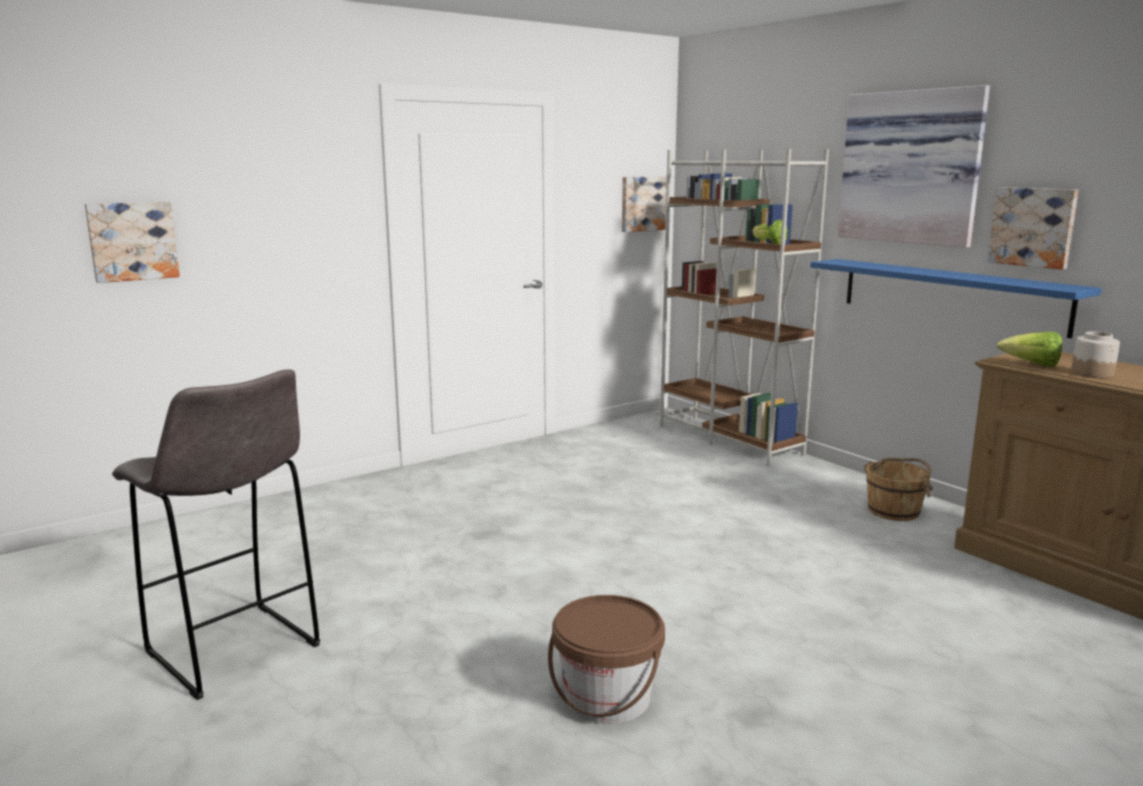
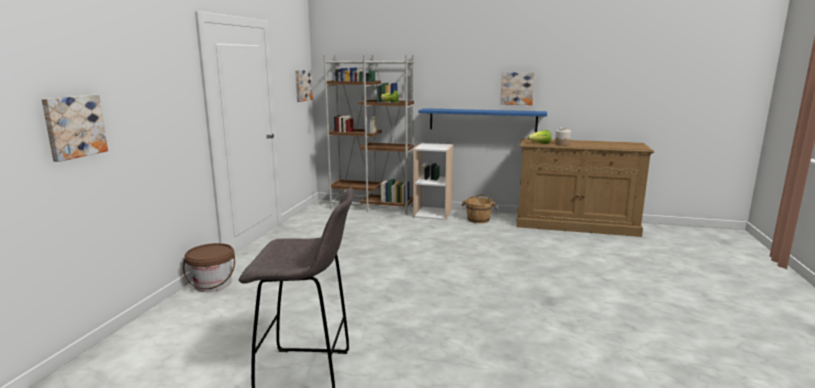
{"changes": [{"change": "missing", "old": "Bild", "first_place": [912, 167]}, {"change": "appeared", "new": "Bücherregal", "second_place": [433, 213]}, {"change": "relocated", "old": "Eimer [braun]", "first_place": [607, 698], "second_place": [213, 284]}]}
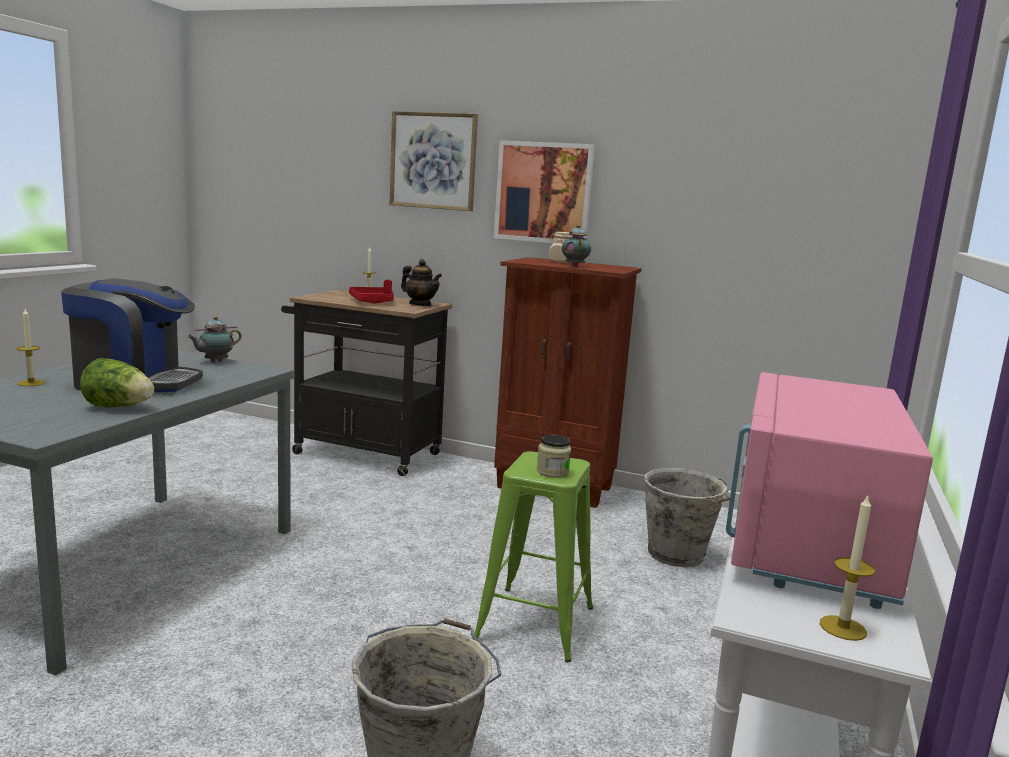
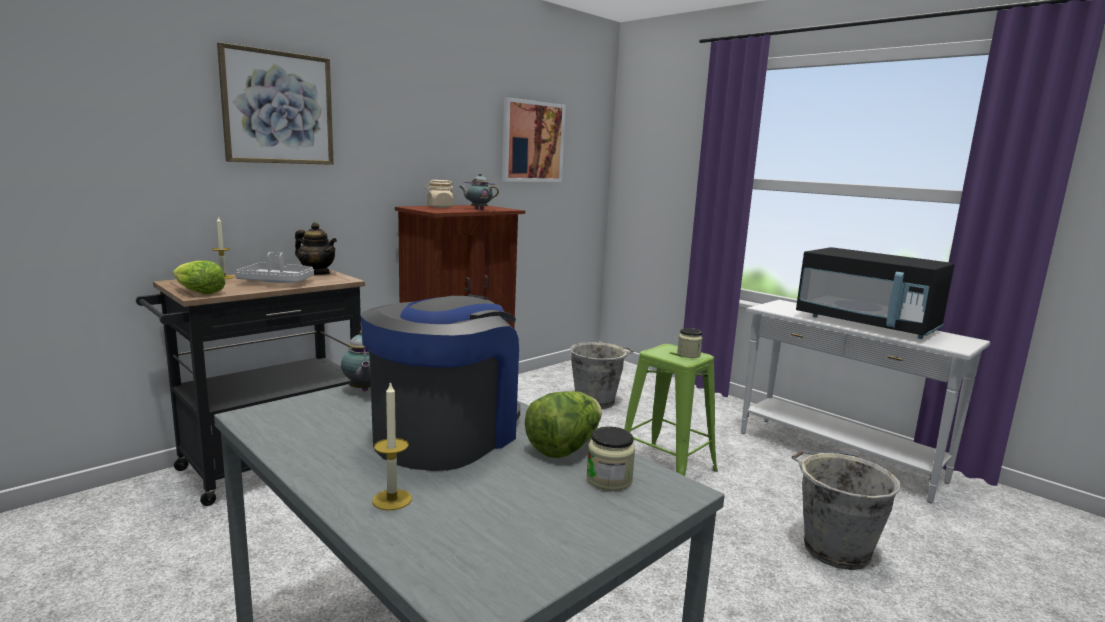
{"changes": [{"change": "missing", "old": "Kerze", "first_place": [843, 628]}, {"change": "appeared", "new": "Salatkopf", "second_place": [198, 292]}, {"change": "appeared", "new": "Vorratsglas", "second_place": [609, 480]}, {"change": "relocated", "old": "Bild", "first_place": [543, 193], "second_place": [532, 142]}, {"change": "colour", "old": "Tablett [rot]", "new": "Tablett [grau]", "first_place": [373, 302], "second_place": [277, 282]}, {"change": "colour", "old": "Mikrowelle [rosa]", "new": "Mikrowelle [schwarz]", "first_place": [807, 543], "second_place": [866, 324]}, {"change": "spun", "old": "Teekanne", "first_place": [420, 305], "second_place": [317, 273], "degrees": 60}]}
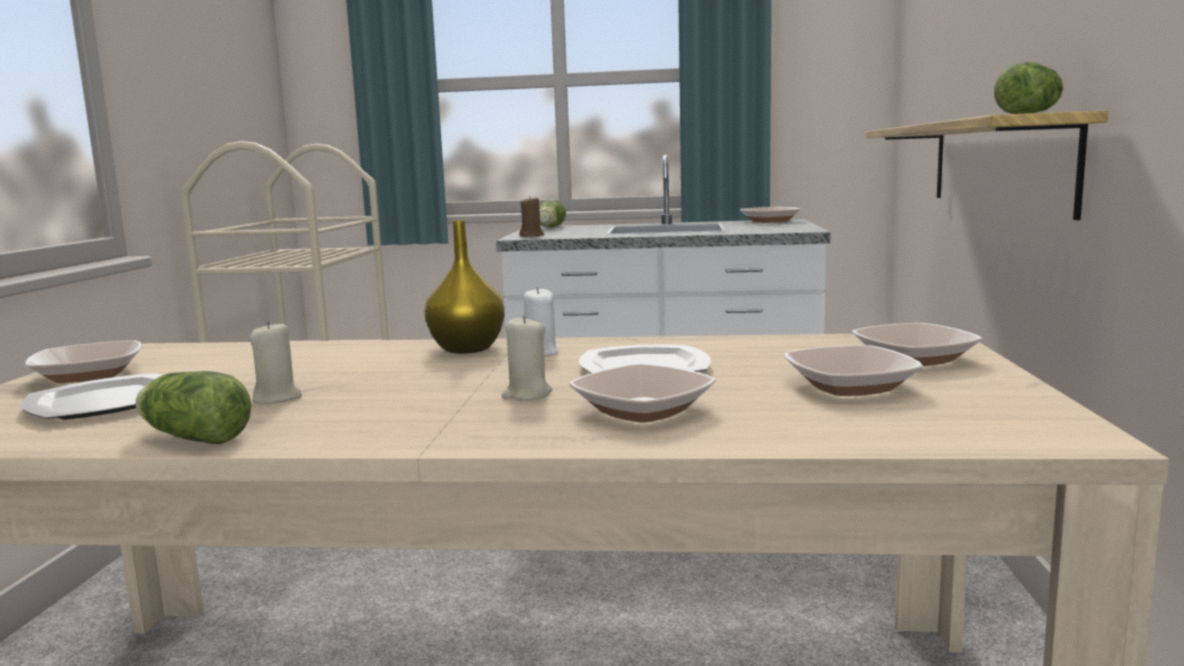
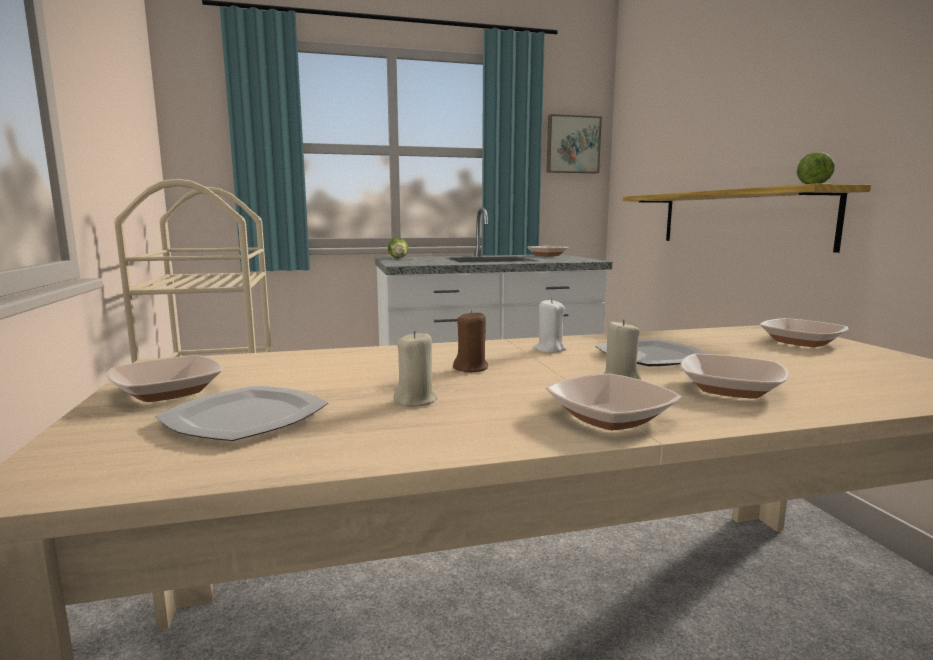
{"changes": [{"change": "missing", "old": "Salatkopf", "first_place": [192, 437]}, {"change": "missing", "old": "Vase [gelb]", "first_place": [467, 349]}, {"change": "appeared", "new": "Bild", "second_place": [572, 145]}, {"change": "relocated", "old": "Kerze [braun]", "first_place": [532, 236], "second_place": [471, 368]}, {"change": "relocated", "old": "Schüssel", "first_place": [850, 386], "second_place": [610, 417]}]}
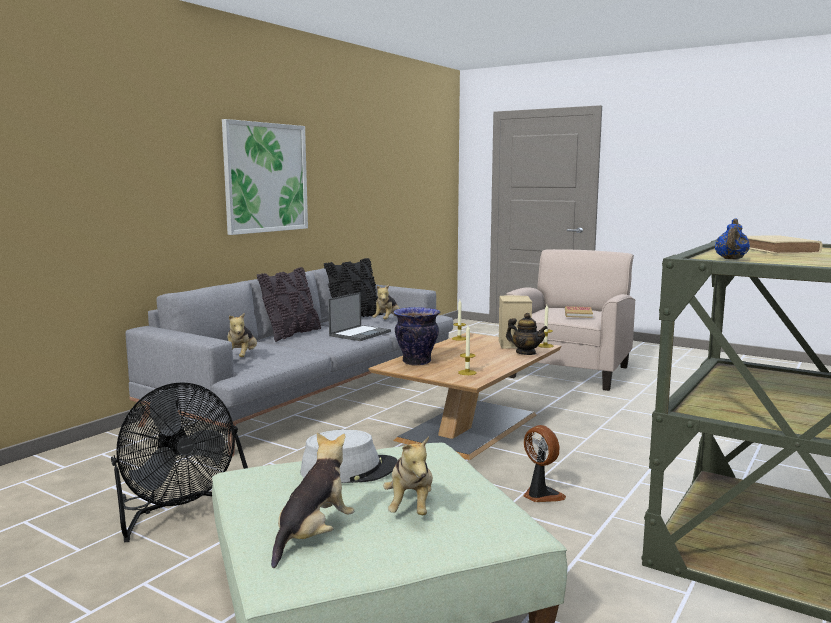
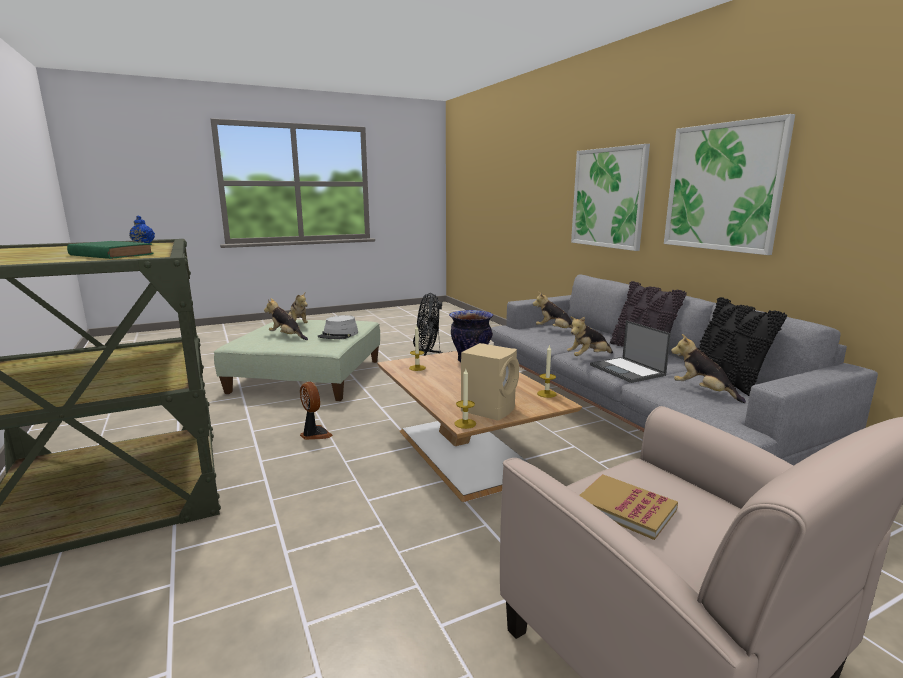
{"changes": [{"change": "missing", "old": "Teekanne", "first_place": [526, 353]}, {"change": "appeared", "new": "Plüschtier", "second_place": [588, 357]}, {"change": "appeared", "new": "Bild", "second_place": [608, 198]}, {"change": "colour", "old": "Buch [beige]", "new": "Buch [grün]", "first_place": [777, 250], "second_place": [110, 255]}, {"change": "spun", "old": "Ventilator", "first_place": [540, 495], "second_place": [314, 434], "degrees": -120}]}
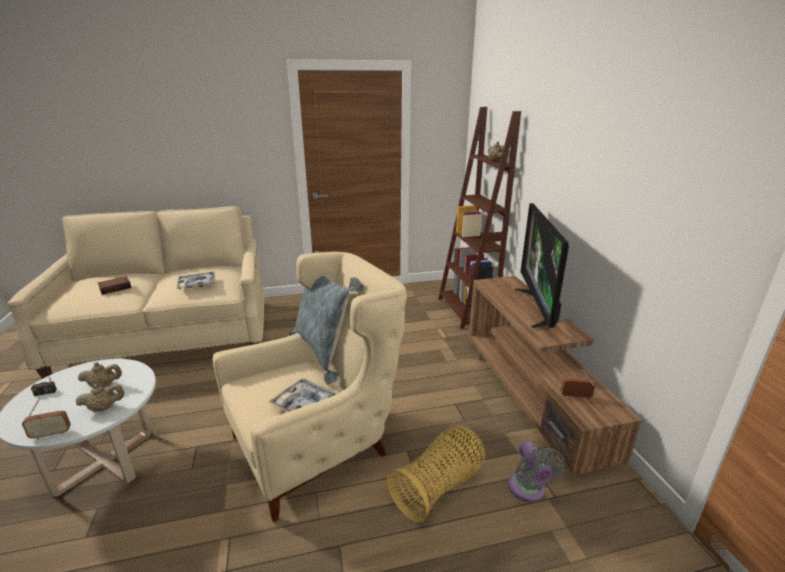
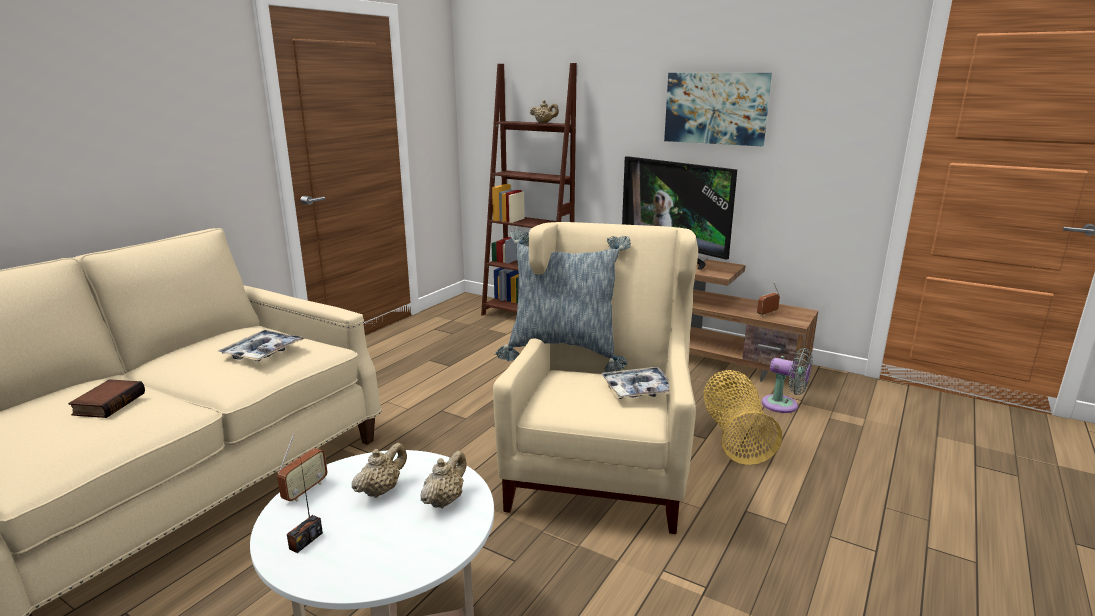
{"changes": [{"change": "appeared", "new": "Bild", "second_place": [716, 108]}, {"change": "relocated", "old": "Radio", "first_place": [51, 434], "second_place": [305, 490]}]}
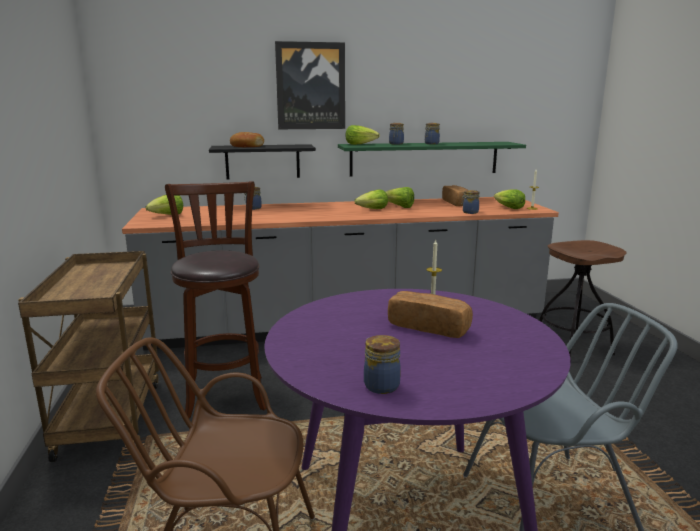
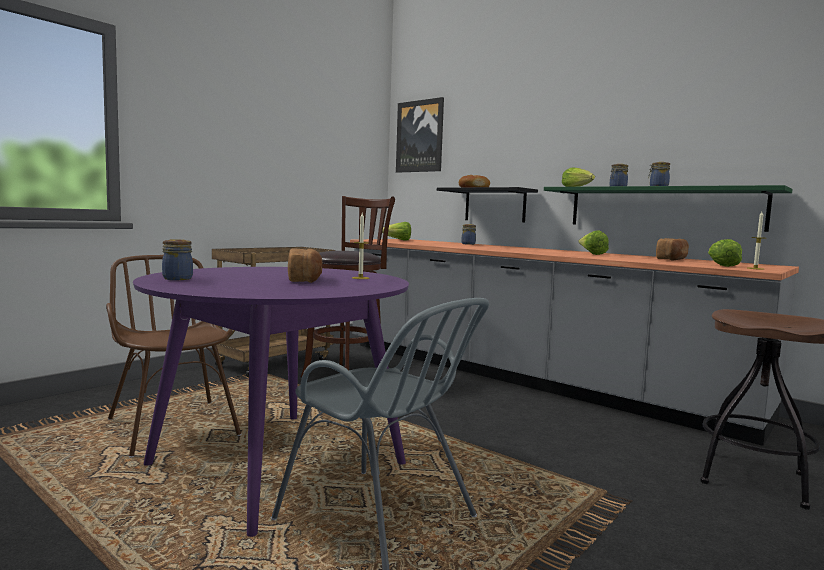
{"changes": [{"change": "missing", "old": "Salatkopf", "first_place": [373, 209]}, {"change": "missing", "old": "Vorratsglas", "first_place": [469, 212]}, {"change": "relocated", "old": "Bild", "first_place": [310, 86], "second_place": [420, 136]}]}
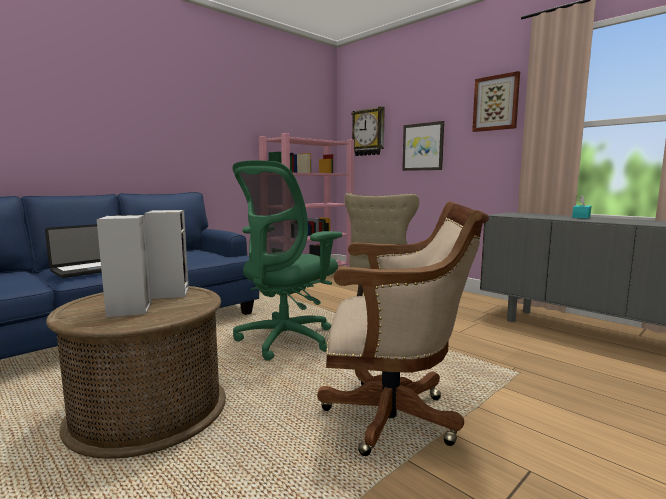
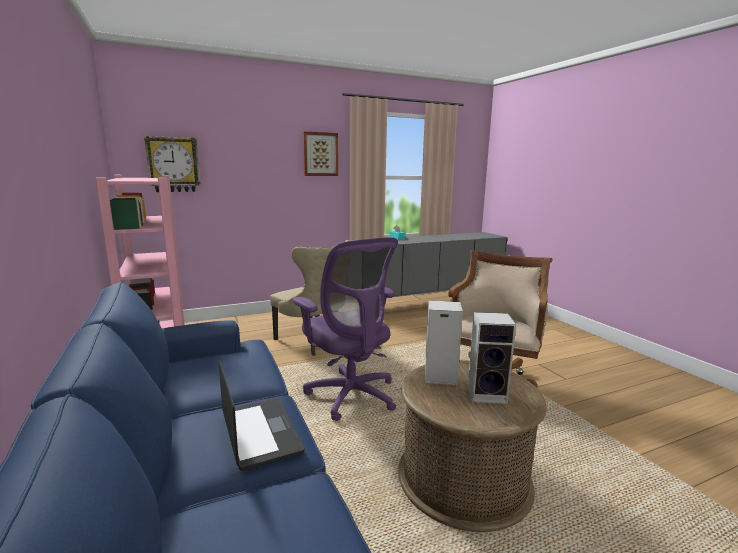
{"changes": [{"change": "missing", "old": "Bild", "first_place": [423, 147]}, {"change": "colour", "old": "Bürostuhl [grün]", "new": "Bürostuhl [lila]", "first_place": [289, 337], "second_place": [348, 393]}]}
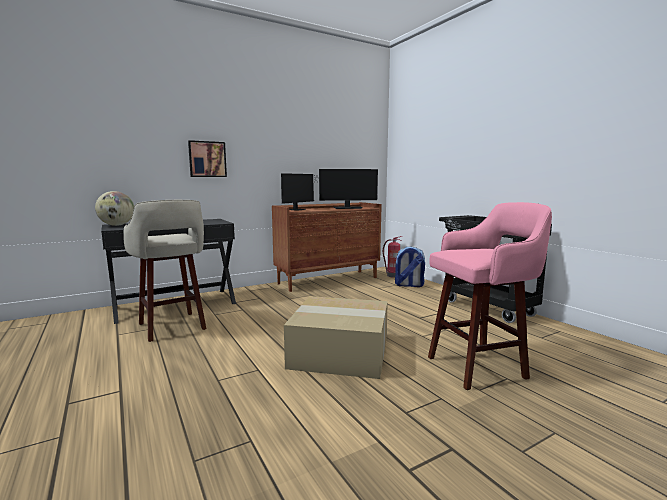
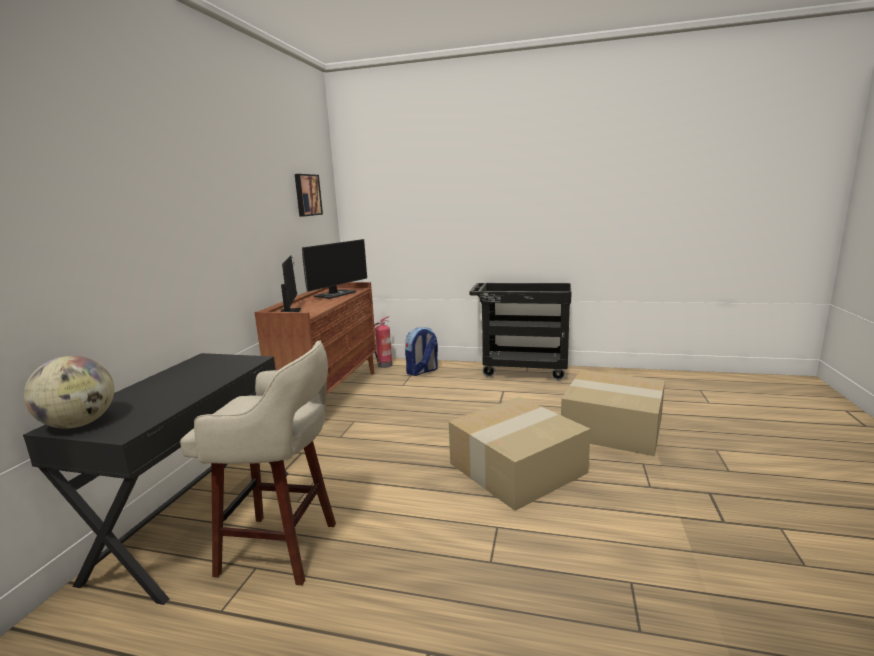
{"changes": [{"change": "relocated", "old": "Bild", "first_place": [207, 159], "second_place": [307, 195]}, {"change": "exchanged", "old": "Hocker [rosa]", "new": "Karton", "first_place": [480, 367], "second_place": [614, 427]}]}
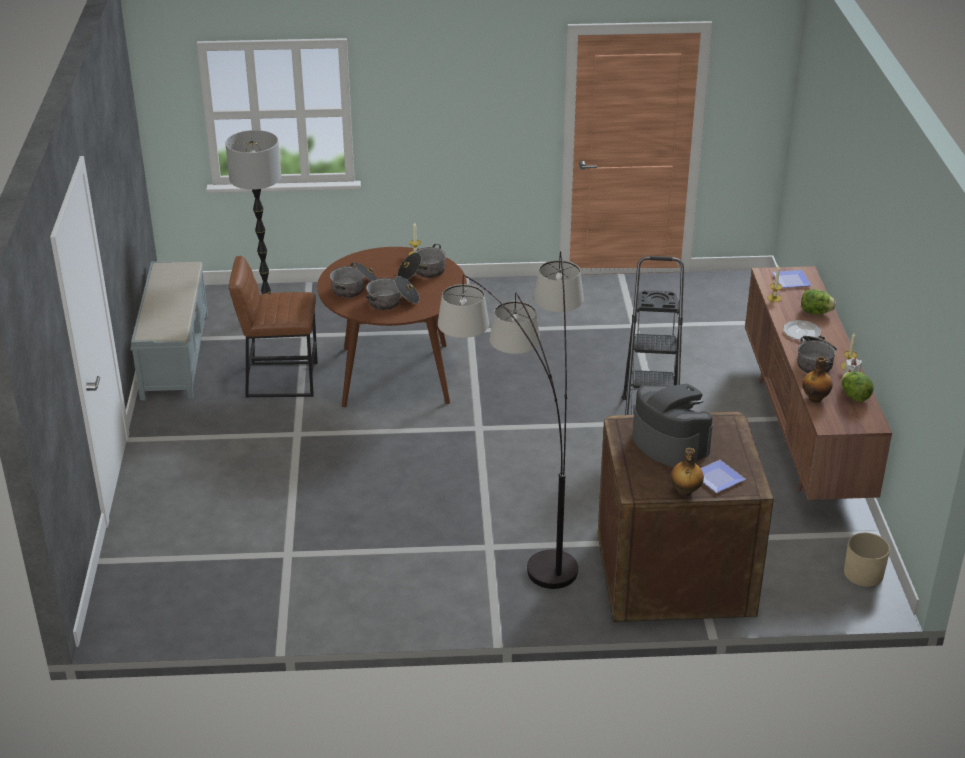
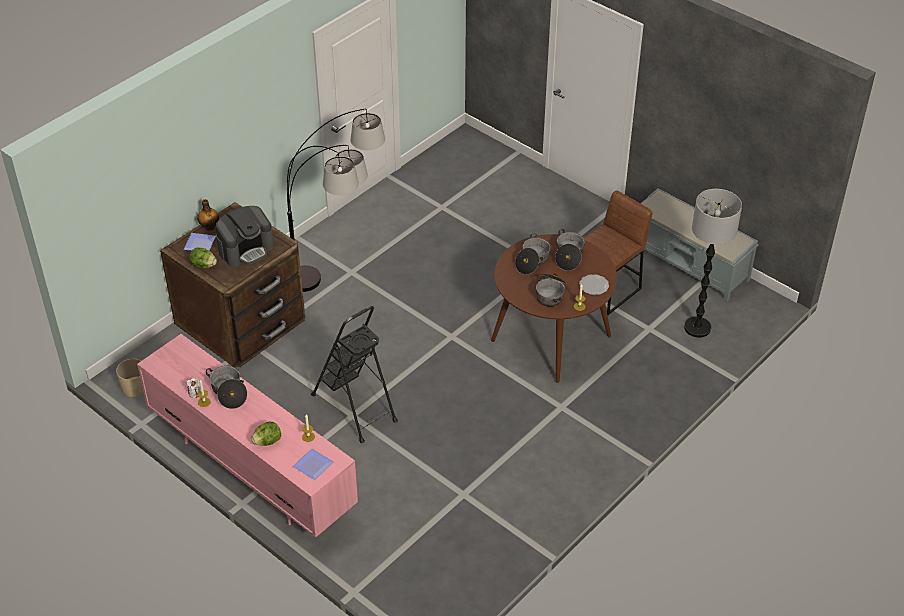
{"changes": [{"change": "missing", "old": "Flasche", "first_place": [815, 398]}, {"change": "relocated", "old": "Teller", "first_place": [801, 332], "second_place": [593, 285]}, {"change": "relocated", "old": "Salatkopf", "first_place": [854, 396], "second_place": [203, 265]}, {"change": "colour", "old": "Schrank [braun]", "new": "Schrank [rosa]", "first_place": [804, 434], "second_place": [250, 471]}, {"change": "spun", "old": "Kaffeemaschine", "first_place": [669, 443], "second_place": [246, 249], "degrees": -45}]}
